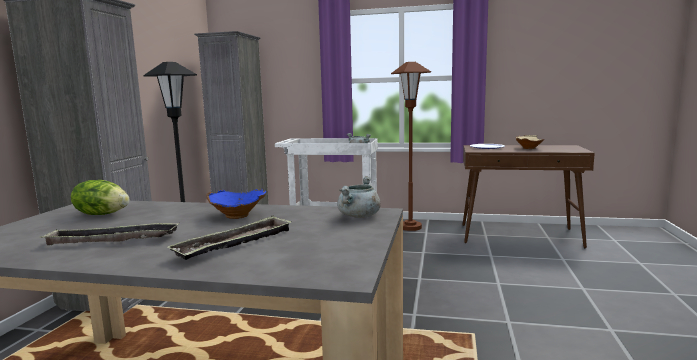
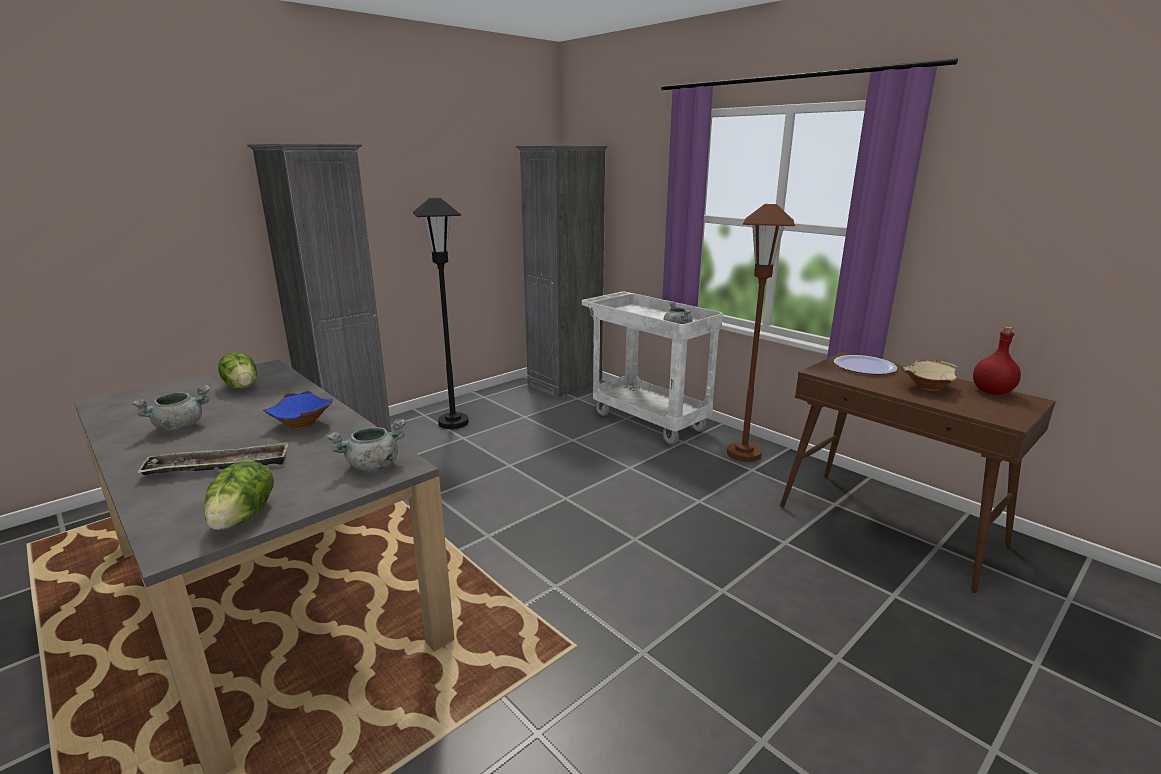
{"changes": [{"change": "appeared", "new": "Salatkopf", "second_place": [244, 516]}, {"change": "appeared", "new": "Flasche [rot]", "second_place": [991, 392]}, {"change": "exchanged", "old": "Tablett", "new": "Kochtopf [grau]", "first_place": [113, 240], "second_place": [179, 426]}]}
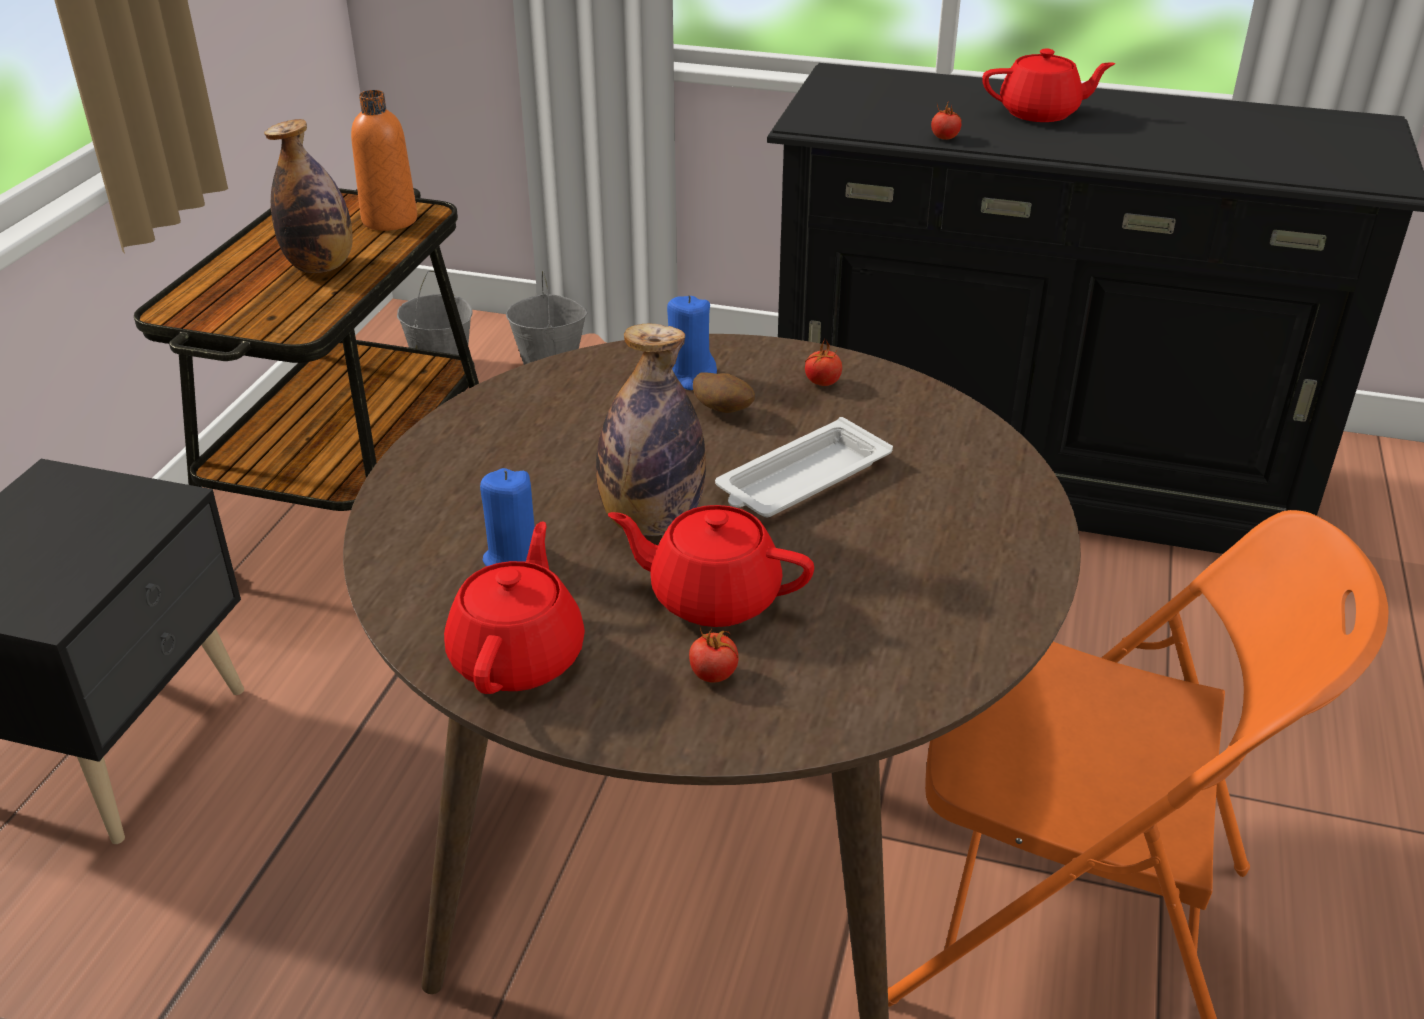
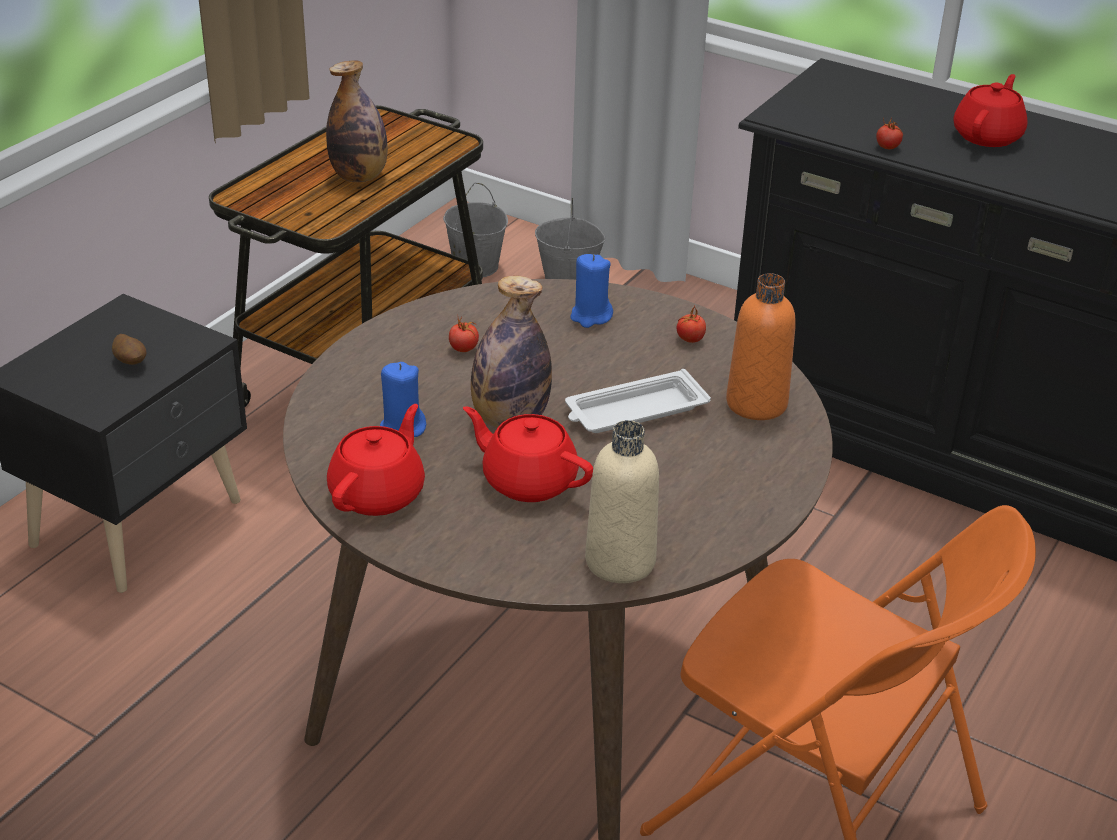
{"changes": [{"change": "appeared", "new": "Flasche [beige]", "second_place": [620, 561]}, {"change": "relocated", "old": "Flasche [orange]", "first_place": [390, 220], "second_place": [756, 403]}, {"change": "relocated", "old": "Tomate", "first_place": [714, 675], "second_place": [463, 349]}, {"change": "relocated", "old": "Kartoffel", "first_place": [723, 411], "second_place": [131, 362]}, {"change": "spun", "old": "Teekanne [rot]", "first_place": [1041, 113], "second_place": [988, 136], "degrees": -75}]}
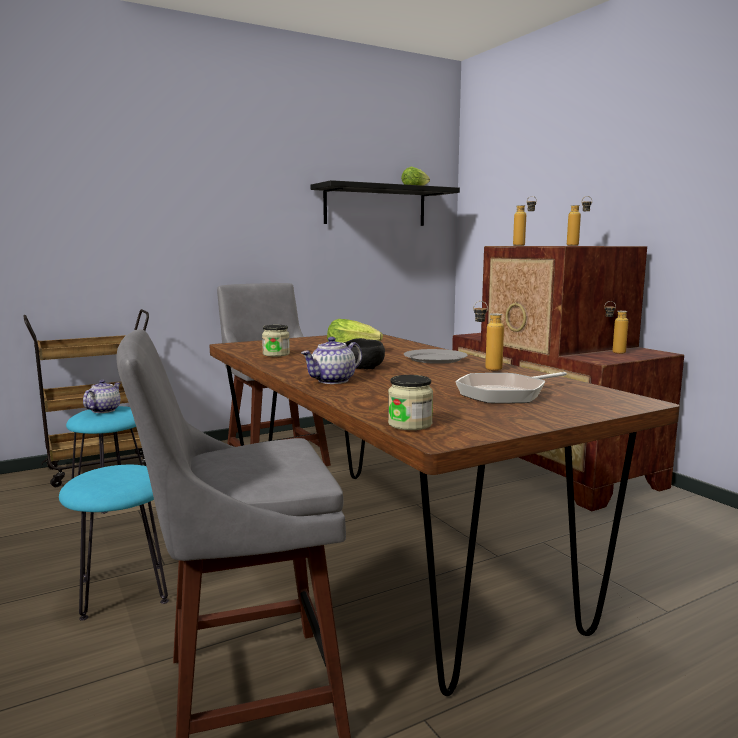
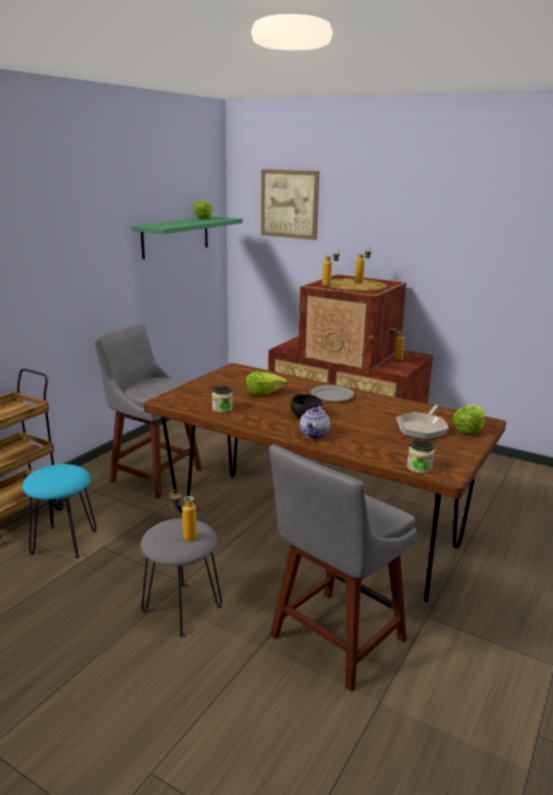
{"changes": [{"change": "missing", "old": "Teekanne", "first_place": [103, 410]}, {"change": "appeared", "new": "Bild", "second_place": [289, 204]}, {"change": "appeared", "new": "Salatkopf", "second_place": [468, 429]}, {"change": "relocated", "old": "Flasche", "first_place": [486, 368], "second_place": [184, 538]}, {"change": "colour", "old": "Hocker [türkis]", "new": "Hocker [grau]", "first_place": [124, 590], "second_place": [182, 608]}, {"change": "colour", "old": "Wandregal [schwarz]", "new": "Wandregal [grün]", "first_place": [375, 206], "second_place": [176, 237]}]}
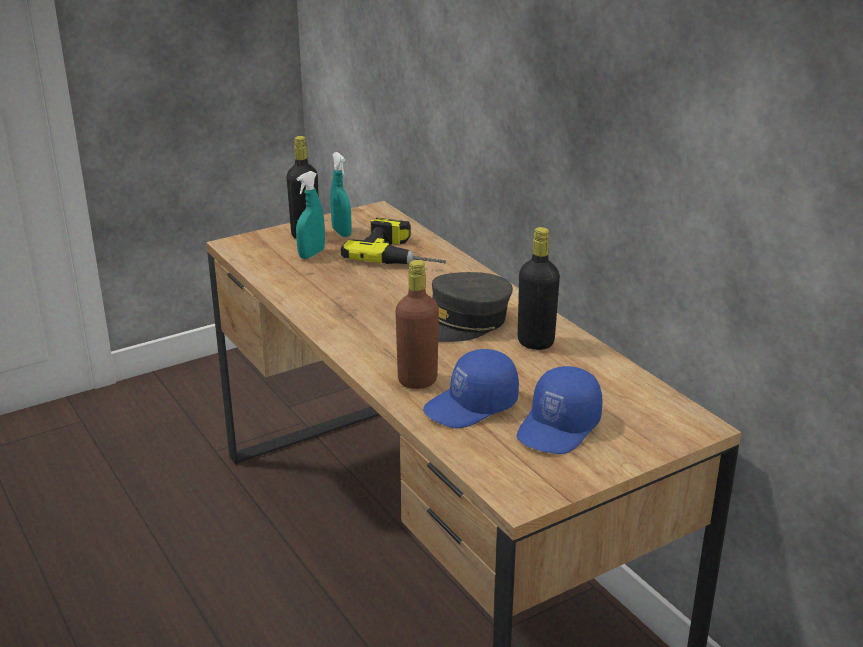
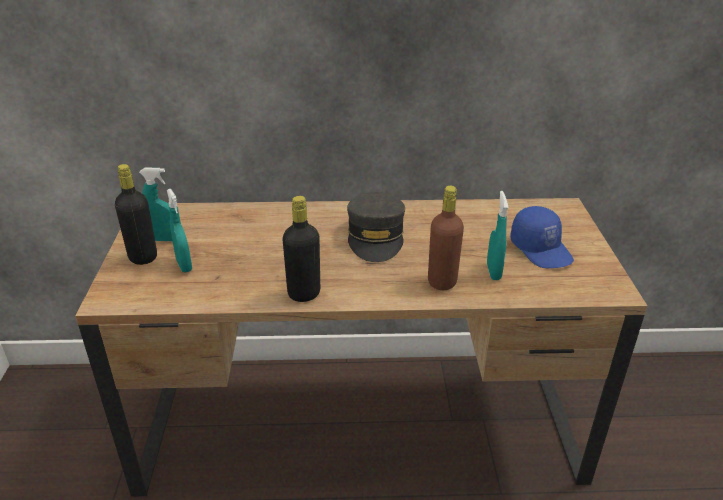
{"changes": [{"change": "missing", "old": "Bohrmaschine", "first_place": [402, 253]}, {"change": "relocated", "old": "Flasche [schwarz]", "first_place": [535, 342], "second_place": [304, 294]}, {"change": "exchanged", "old": "Kappe [blau]", "new": "Sprühflasche [türkis]", "first_place": [472, 406], "second_place": [493, 272]}]}
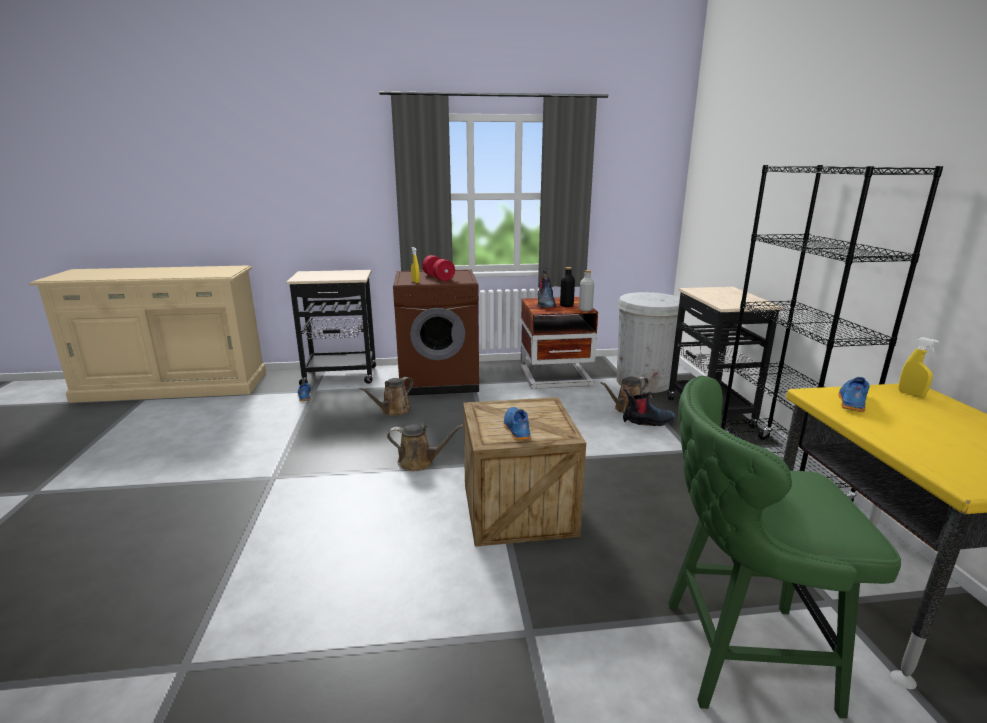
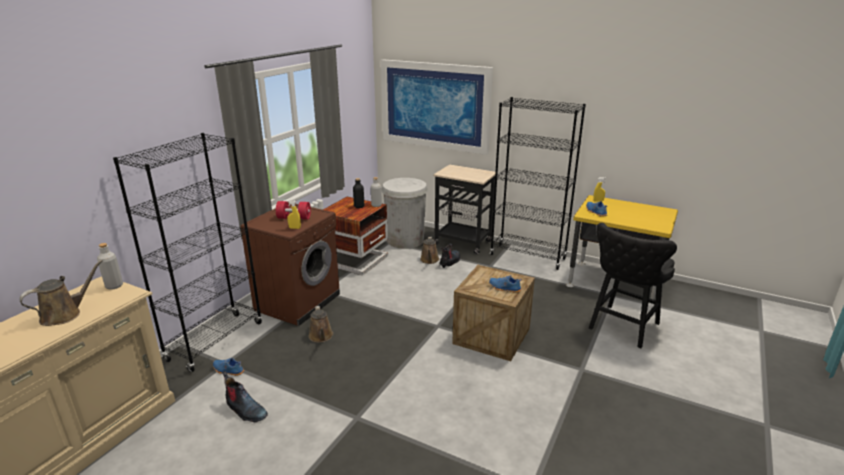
{"changes": [{"change": "appeared", "new": "Flasche [grau]", "second_place": [114, 286]}, {"change": "appeared", "new": "Bild", "second_place": [435, 105]}, {"change": "relocated", "old": "Gießkanne [braun]", "first_place": [419, 462], "second_place": [64, 314]}, {"change": "relocated", "old": "Stiefel", "first_place": [545, 304], "second_place": [245, 410]}, {"change": "exchanged", "old": "Rollwagen", "new": "Bücherregal [schwarz]", "first_place": [341, 376], "second_place": [215, 341]}, {"change": "colour", "old": "Hocker [grün]", "new": "Hocker [schwarz]", "first_place": [737, 653], "second_place": [622, 327]}]}
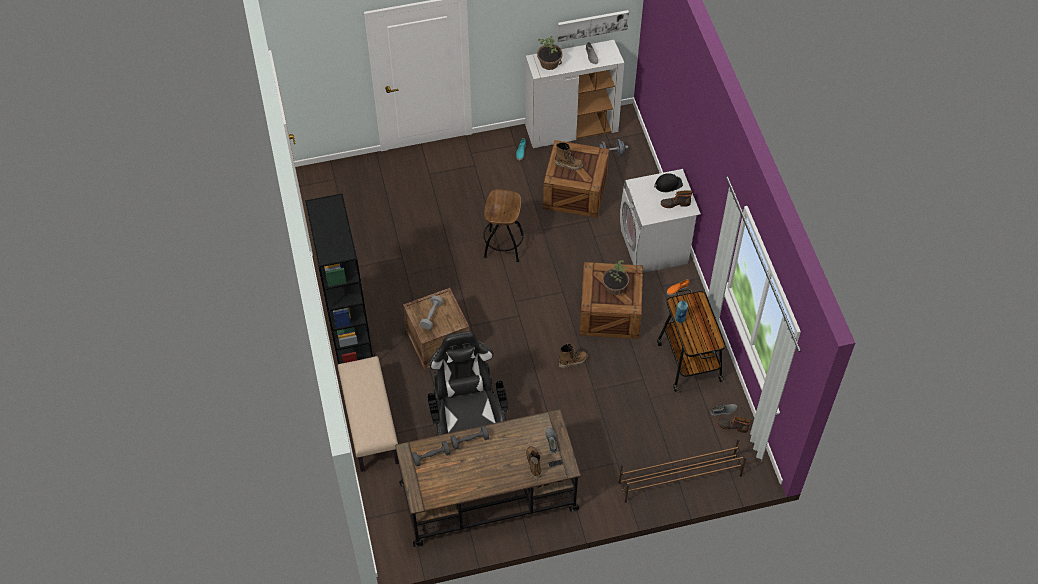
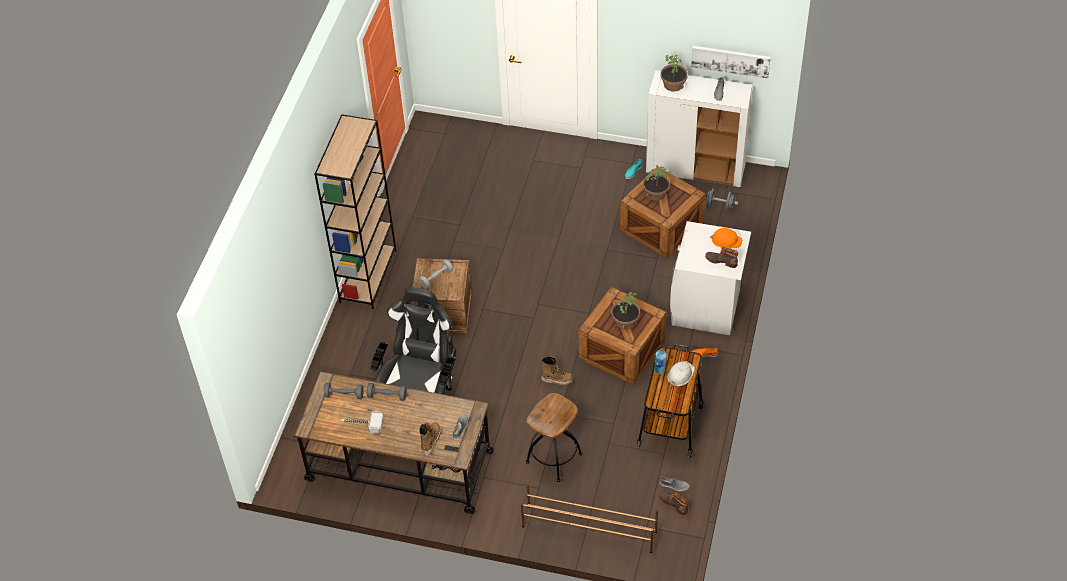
{"changes": [{"change": "missing", "old": "Bank [beige]", "first_place": [370, 424]}, {"change": "appeared", "new": "Hammer", "second_place": [362, 424]}, {"change": "appeared", "new": "Schutzhelm [weiß]", "second_place": [680, 374]}, {"change": "relocated", "old": "Hocker [braun]", "first_place": [503, 246], "second_place": [553, 458]}, {"change": "exchanged", "old": "Stiefel", "new": "Topfpflanze", "first_place": [568, 164], "second_place": [656, 193]}, {"change": "colour", "old": "Bücherregal [schwarz]", "new": "Bücherregal [beige]", "first_place": [349, 337], "second_place": [368, 276]}, {"change": "colour", "old": "Schutzhelm [schwarz]", "new": "Schutzhelm [orange]", "first_place": [668, 184], "second_place": [726, 240]}]}
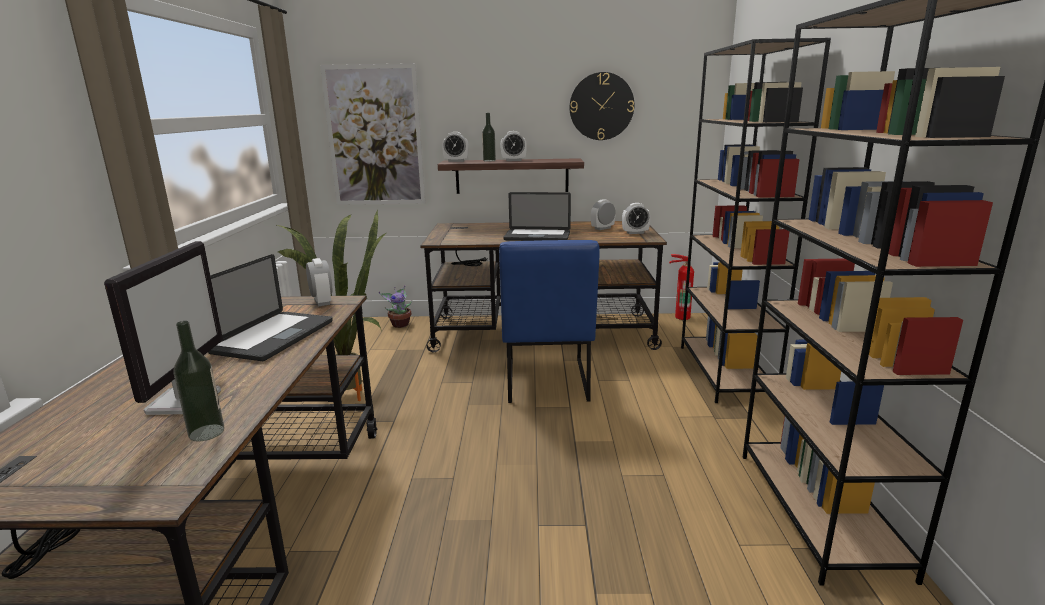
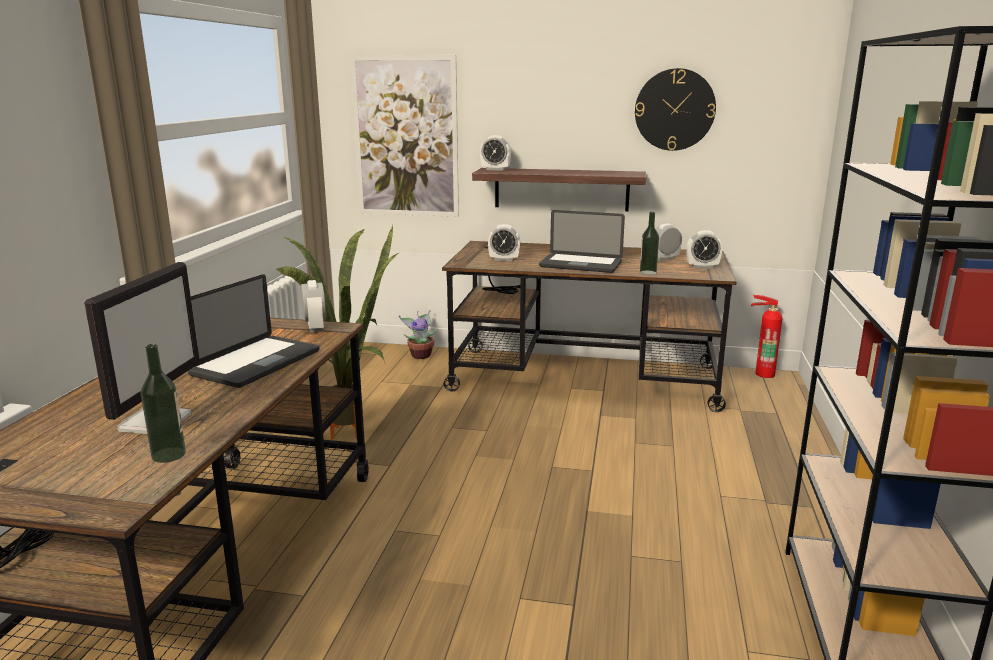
{"changes": [{"change": "missing", "old": "Stuhl [blau]", "first_place": [546, 381]}, {"change": "missing", "old": "Bücherregal [beige]", "first_place": [725, 372]}, {"change": "relocated", "old": "Flasche", "first_place": [489, 160], "second_place": [648, 272]}, {"change": "relocated", "old": "Wecker", "first_place": [513, 160], "second_place": [504, 259]}]}
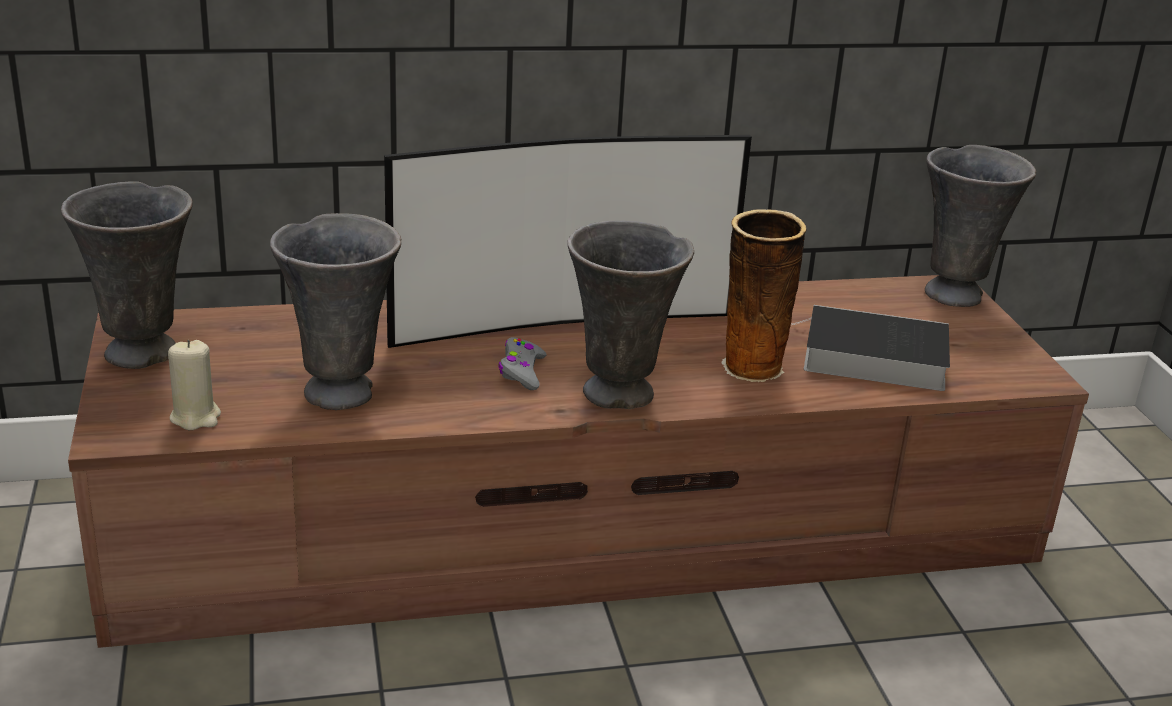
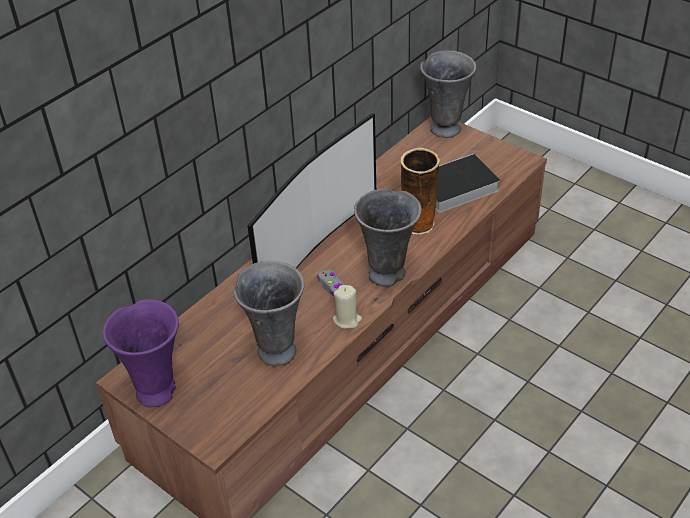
{"changes": [{"change": "relocated", "old": "Kerze [beige]", "first_place": [196, 417], "second_place": [347, 320]}, {"change": "colour", "old": "Vase [grau]", "new": "Vase [lila]", "first_place": [144, 353], "second_place": [158, 390]}]}
